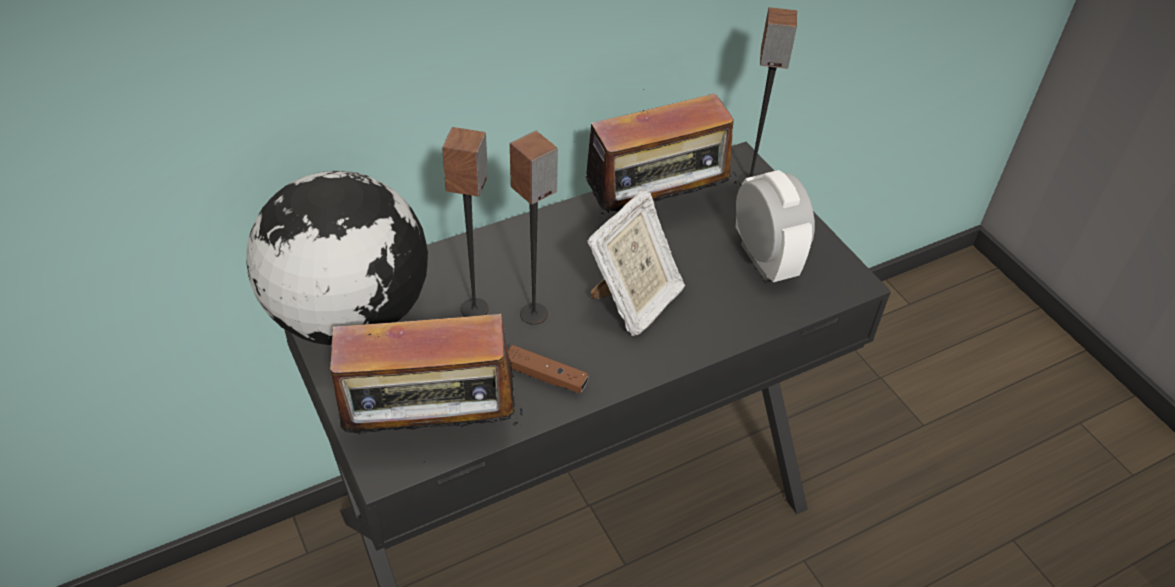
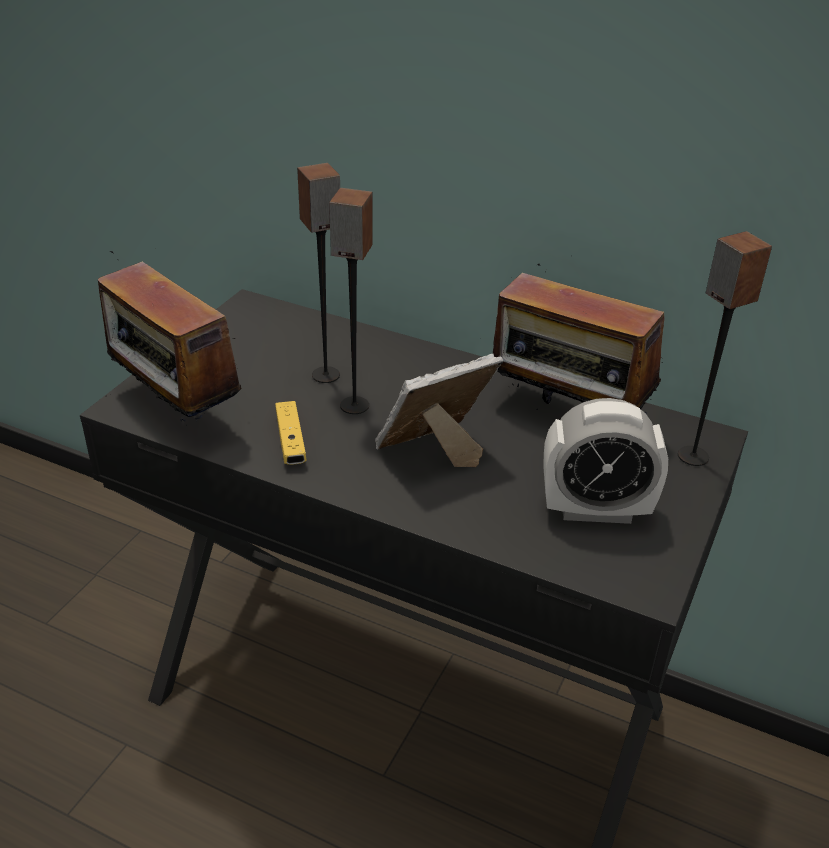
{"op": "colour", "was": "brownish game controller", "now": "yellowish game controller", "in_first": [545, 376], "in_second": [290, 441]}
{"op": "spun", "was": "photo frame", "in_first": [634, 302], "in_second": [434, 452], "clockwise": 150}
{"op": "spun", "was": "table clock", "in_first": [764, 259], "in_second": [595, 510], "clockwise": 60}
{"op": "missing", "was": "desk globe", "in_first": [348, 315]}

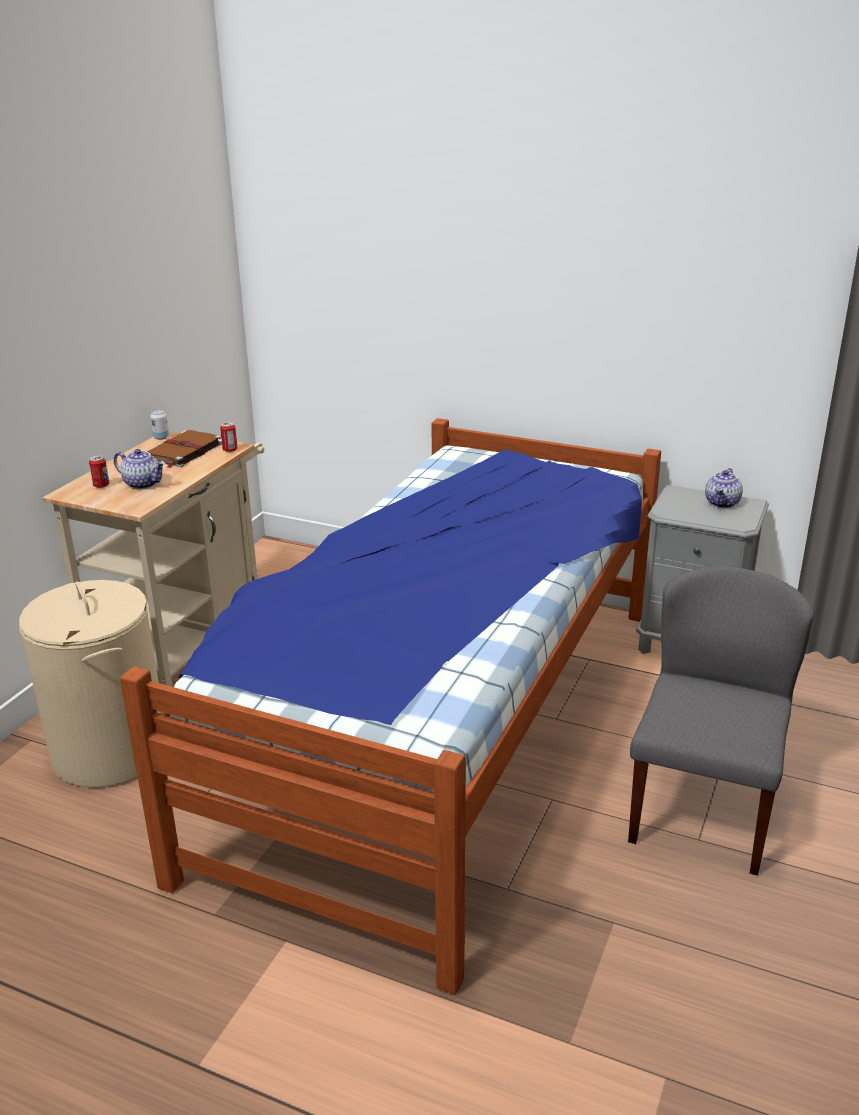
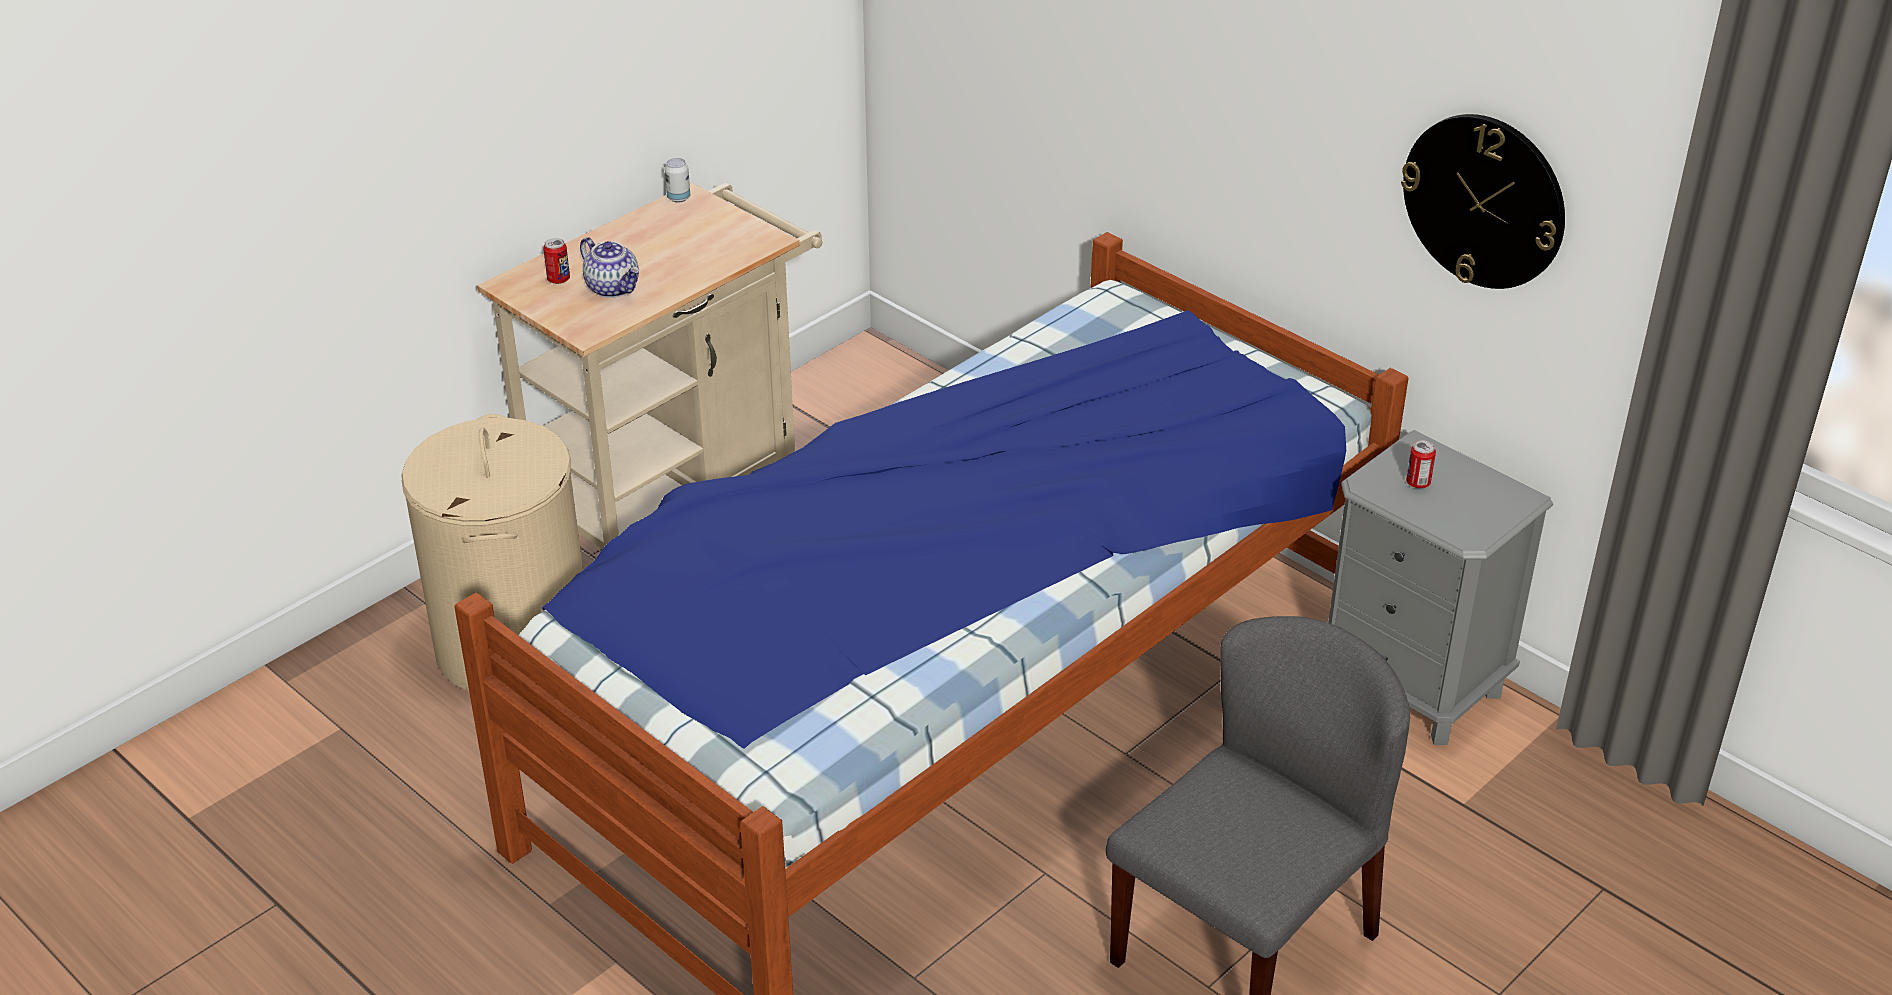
{"op": "appeared", "now": "wall clock", "in_second": [1484, 201]}
{"op": "relocated", "was": "sealed can", "in_first": [230, 450], "in_second": [1418, 483]}
{"op": "missing", "was": "brownish bound book", "in_first": [183, 452]}
{"op": "missing", "was": "tea pot", "in_first": [722, 503]}

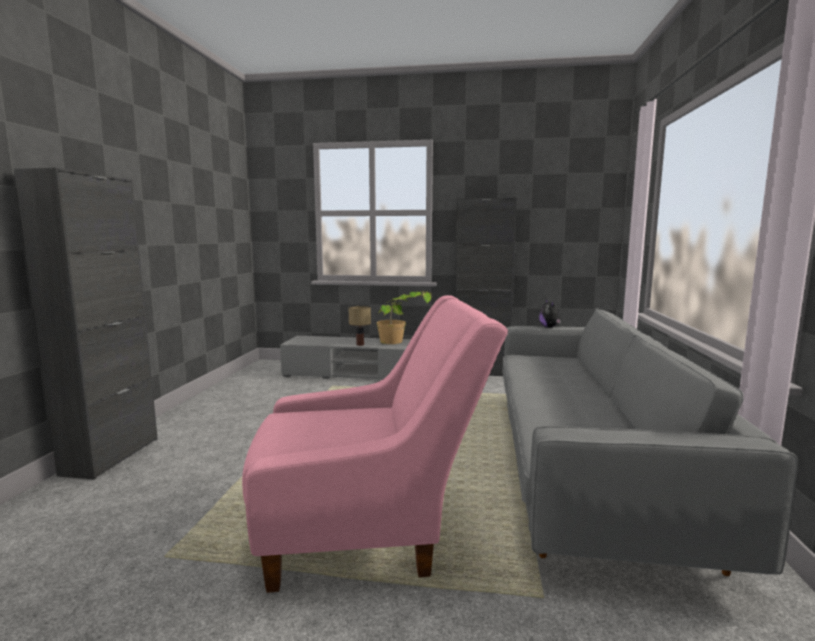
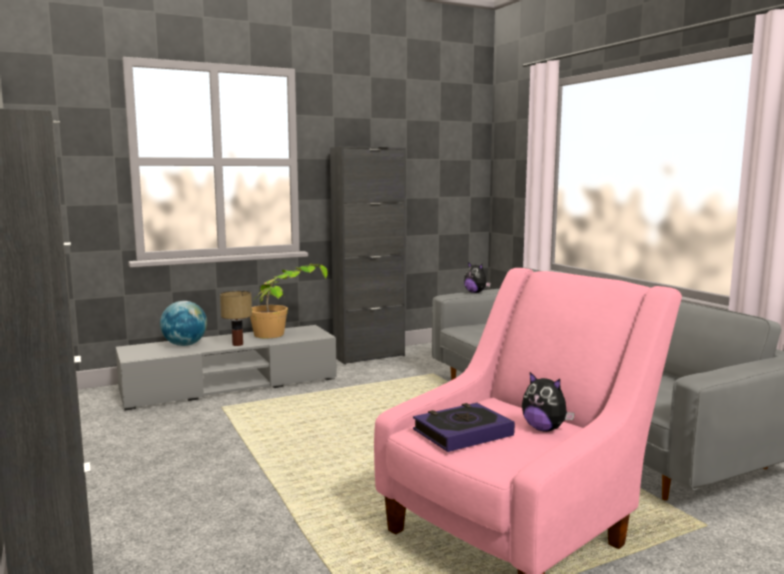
{"op": "appeared", "now": "desk globe", "in_second": [185, 345]}
{"op": "appeared", "now": "bound book", "in_second": [462, 433]}
{"op": "appeared", "now": "plush toy", "in_second": [544, 429]}

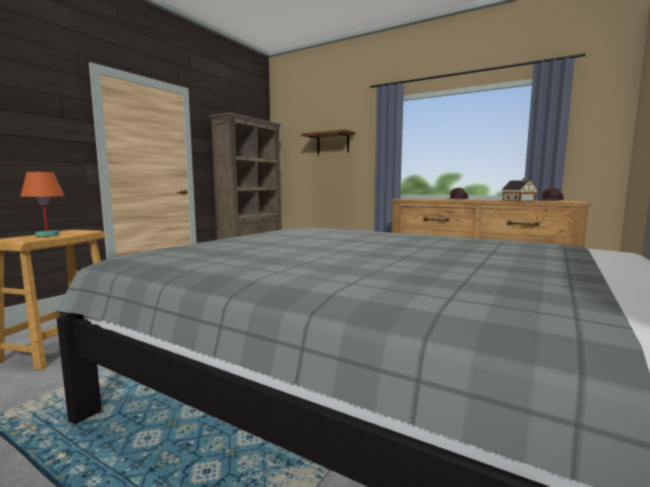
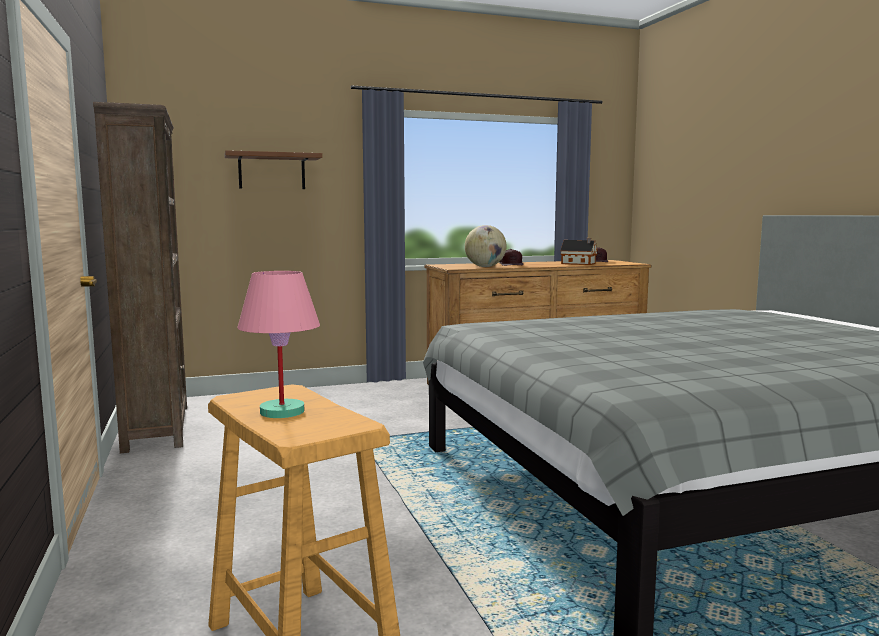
{"op": "colour", "was": "orange-coloured lamp for a table", "now": "pink lamp for a table", "in_first": [48, 235], "in_second": [282, 411]}
{"op": "appeared", "now": "desk globe", "in_second": [485, 267]}

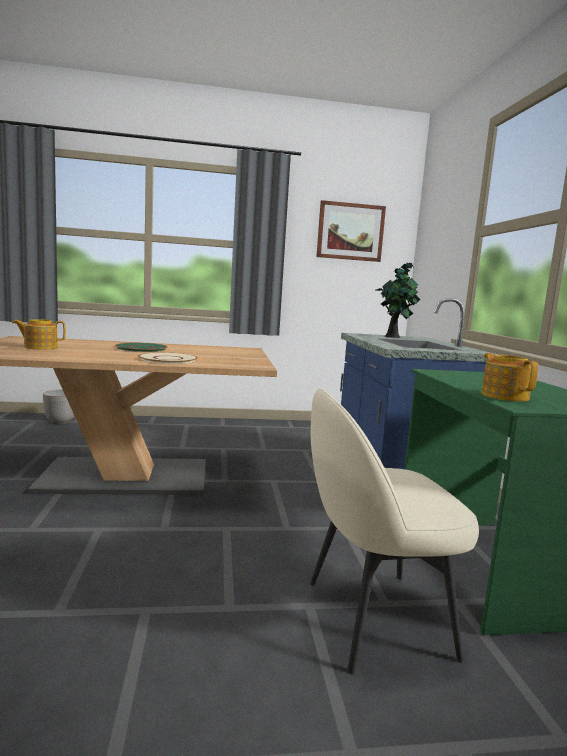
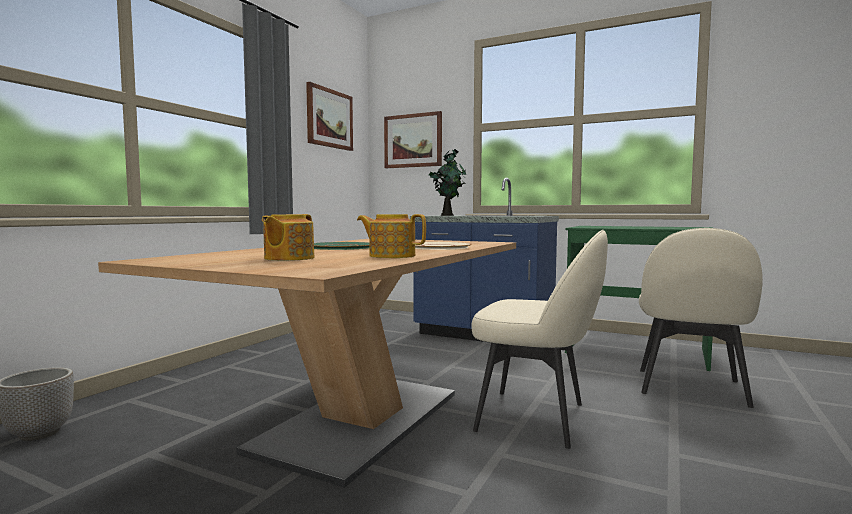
{"op": "relocated", "was": "tea pot", "in_first": [504, 396], "in_second": [391, 256]}
{"op": "appeared", "now": "picture", "in_second": [413, 141]}
{"op": "appeared", "now": "beige-coloured plain chair", "in_second": [535, 418]}

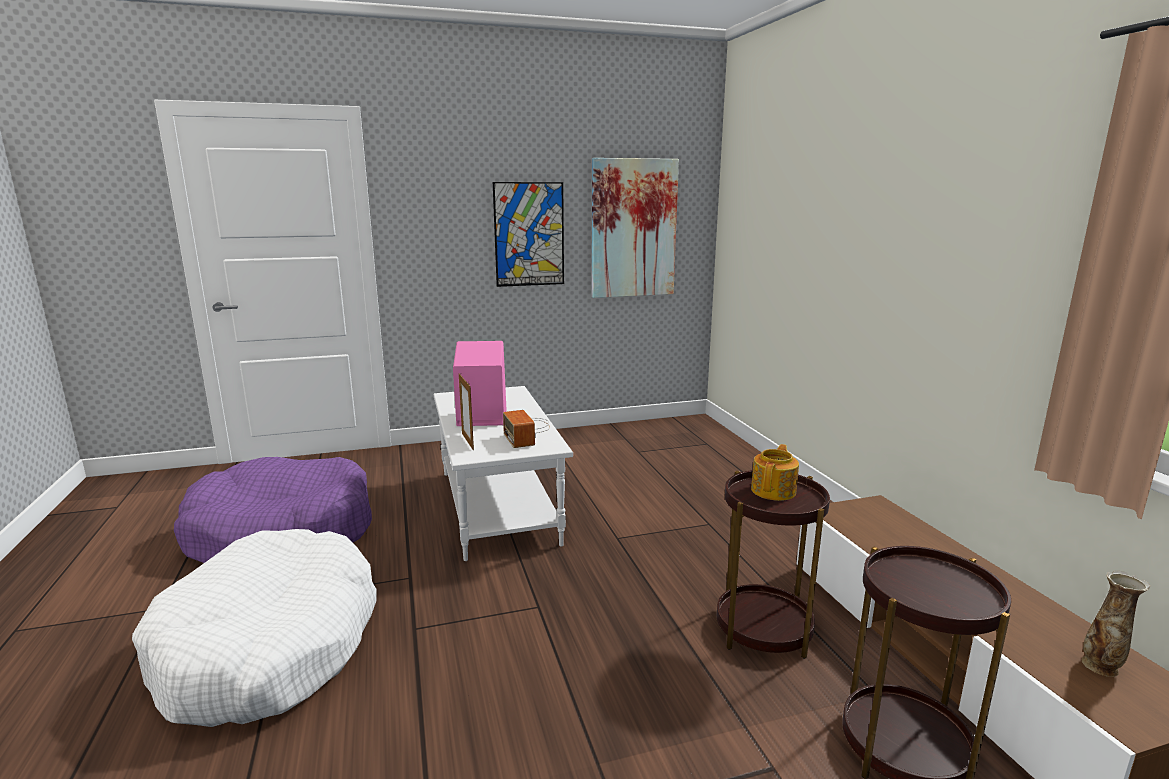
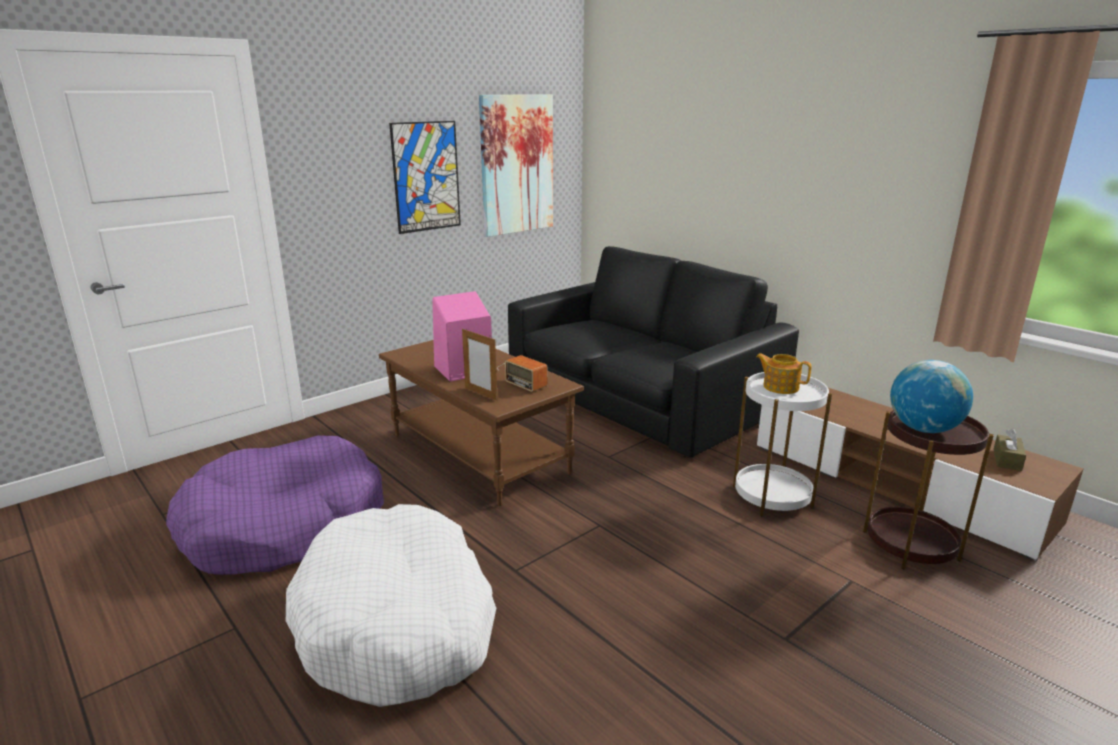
{"op": "colour", "was": "white lounge table", "now": "brownish lounge table", "in_first": [499, 506], "in_second": [480, 453]}
{"op": "appeared", "now": "blackish settee", "in_second": [639, 396]}
{"op": "colour", "was": "brownish accent table", "now": "white accent table", "in_first": [763, 629], "in_second": [772, 496]}
{"op": "spun", "was": "tea pot", "in_first": [774, 490], "in_second": [780, 387], "clockwise": -60}
{"op": "appeared", "now": "desk globe", "in_second": [923, 429]}
{"op": "exchanged", "was": "vase", "now": "brownish tissue box", "in_first": [1101, 667], "in_second": [1007, 460]}

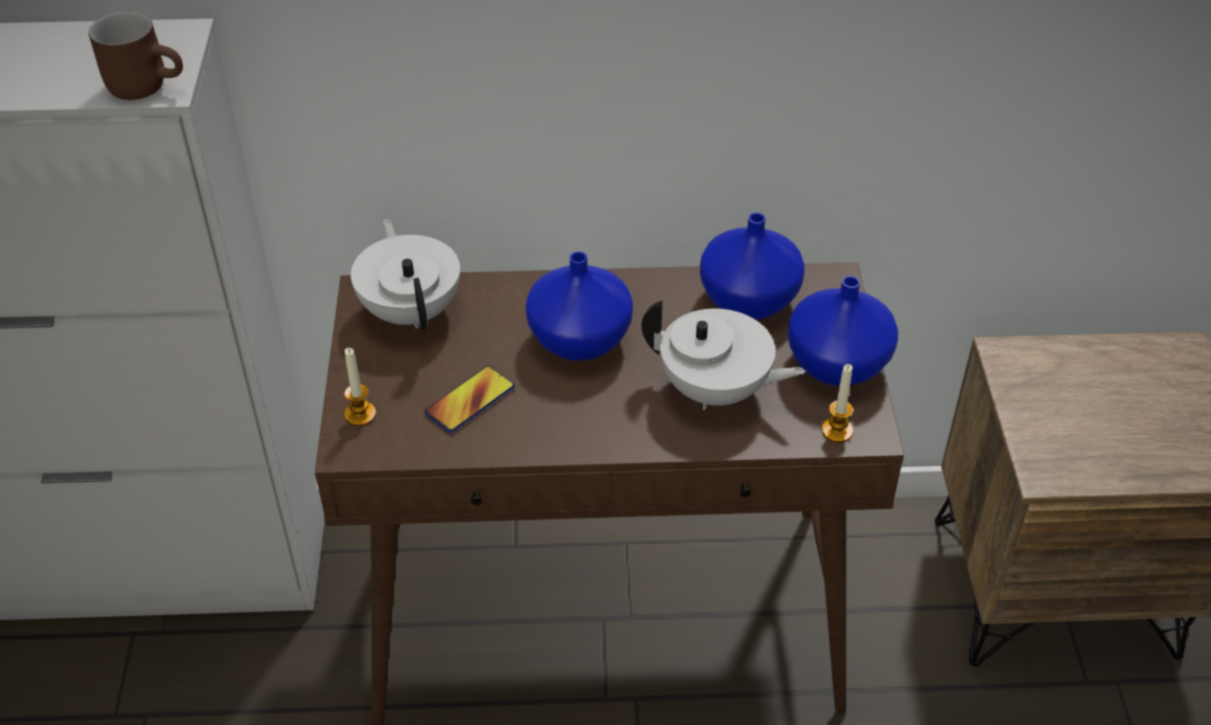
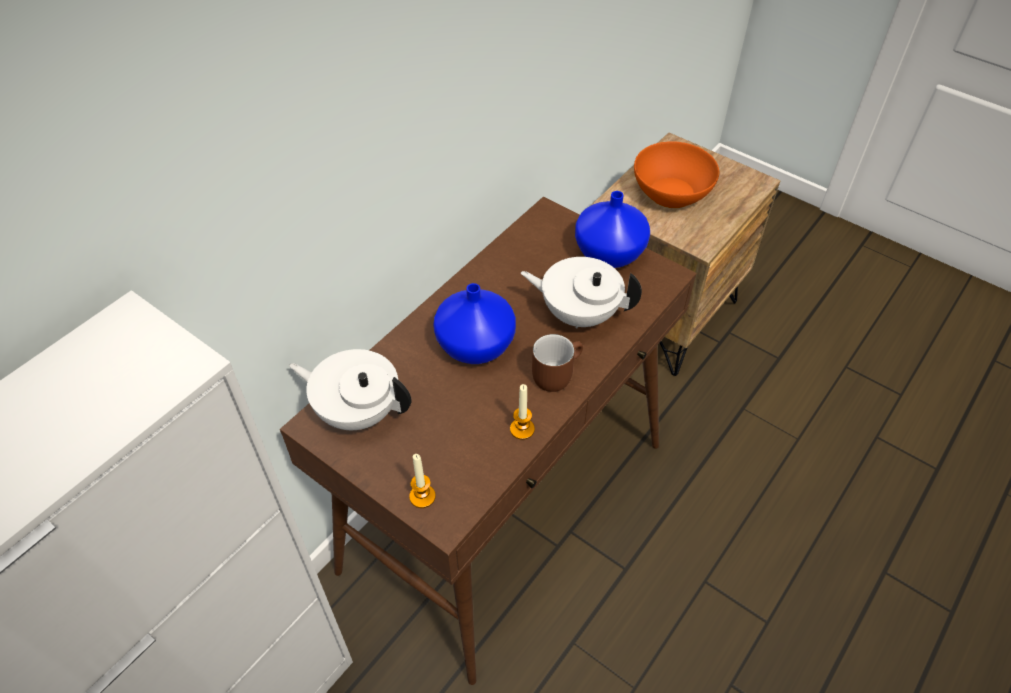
{"op": "relocated", "was": "wax light", "in_first": [837, 431], "in_second": [522, 429]}
{"op": "spun", "was": "white tea pot", "in_first": [716, 391], "in_second": [579, 313], "clockwise": -135}
{"op": "relocated", "was": "brownish mug", "in_first": [147, 84], "in_second": [555, 373]}
{"op": "appeared", "now": "orange-coloured serving bowl", "in_second": [672, 193]}
{"op": "missing", "was": "handset", "in_first": [470, 400]}
{"op": "missing", "was": "blue vase", "in_first": [746, 300]}

